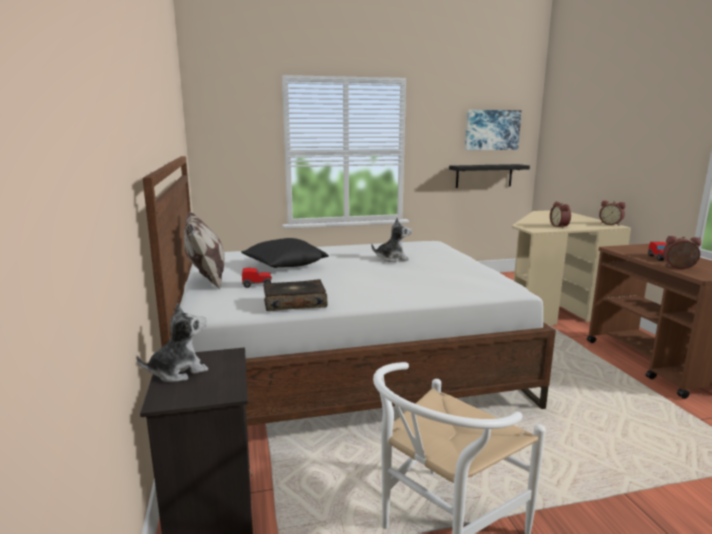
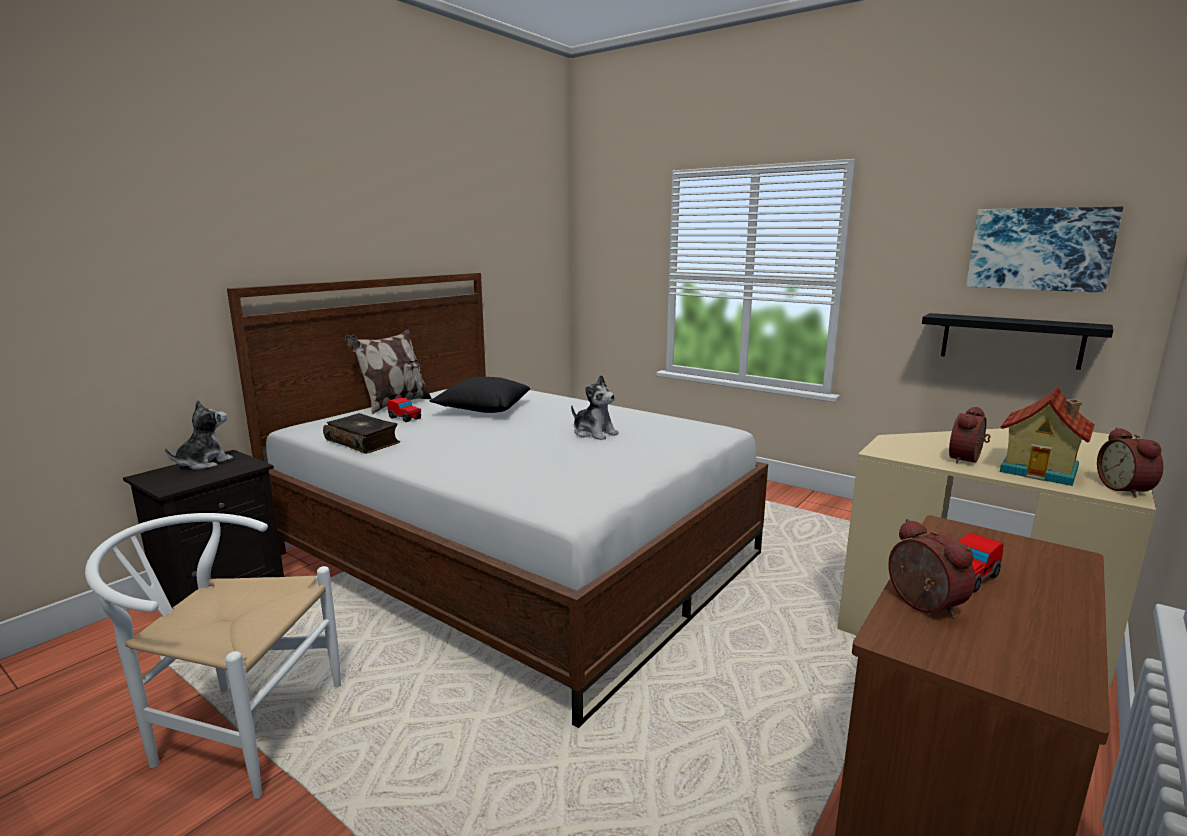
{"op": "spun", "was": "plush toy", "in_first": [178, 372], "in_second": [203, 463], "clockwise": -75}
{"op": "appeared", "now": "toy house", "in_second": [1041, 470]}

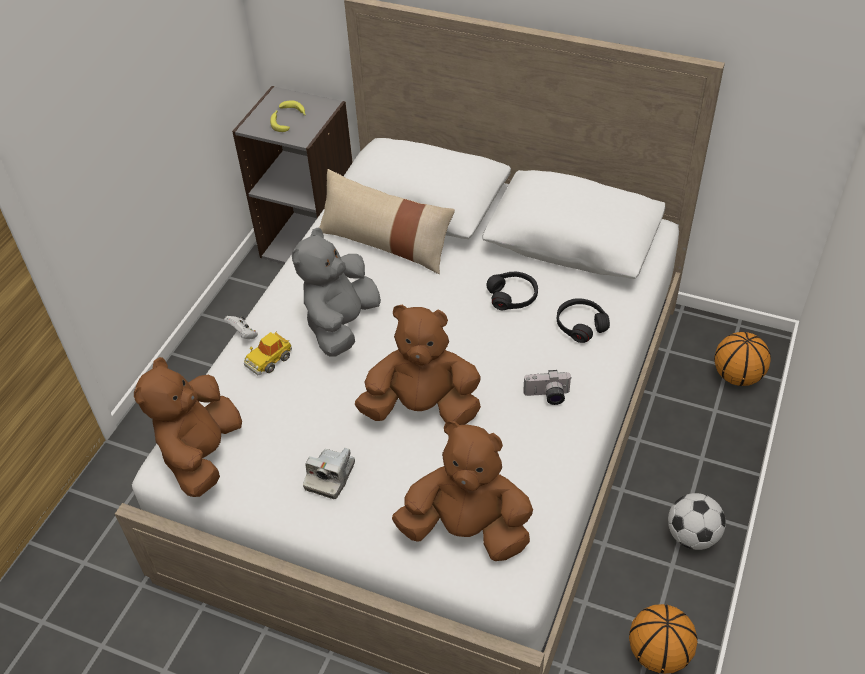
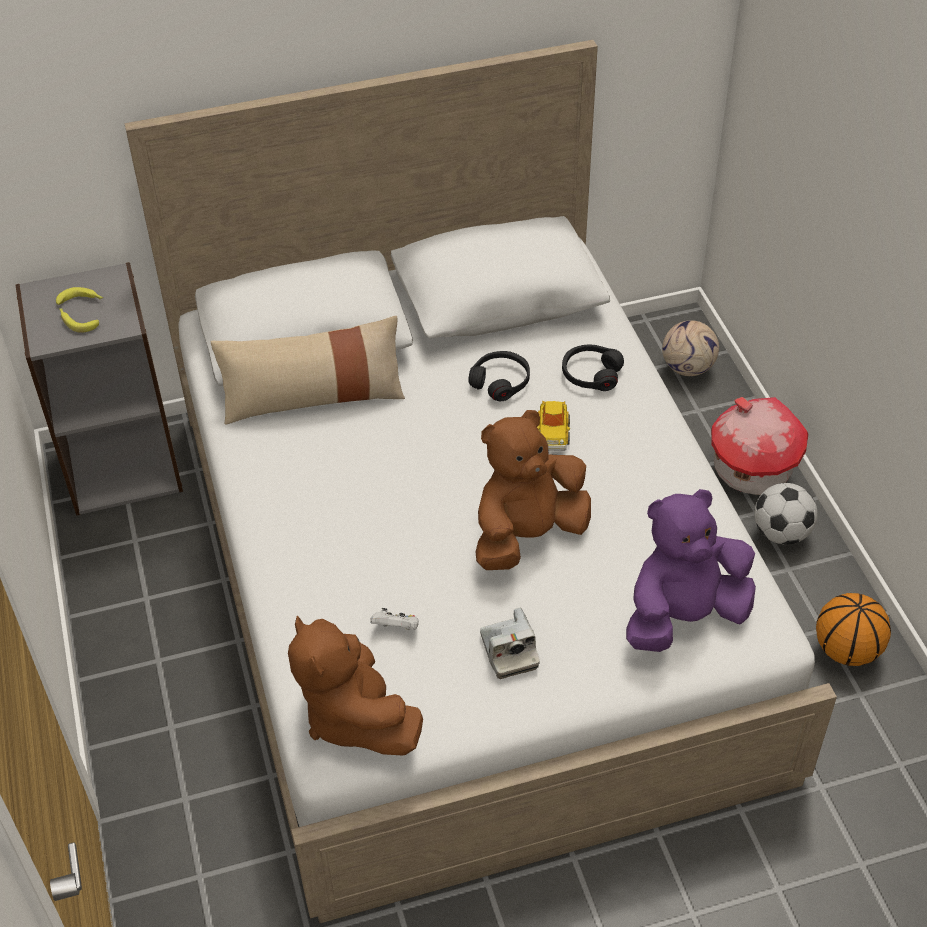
{"op": "relocated", "was": "white game controller", "in_first": [243, 334], "in_second": [396, 628]}
{"op": "relocated", "was": "model car", "in_first": [269, 359], "in_second": [552, 434]}
{"op": "colour", "was": "brownish plush toy", "now": "purple-coloured plush toy", "in_first": [467, 529], "in_second": [683, 616]}
{"op": "exchanged", "was": "basketball", "now": "football ball", "in_first": [738, 376], "in_second": [688, 367]}
{"op": "appeared", "now": "toy house", "in_second": [750, 469]}
{"op": "missing", "was": "grey plush toy", "in_first": [341, 325]}
{"op": "missing", "was": "still camera", "in_first": [547, 396]}

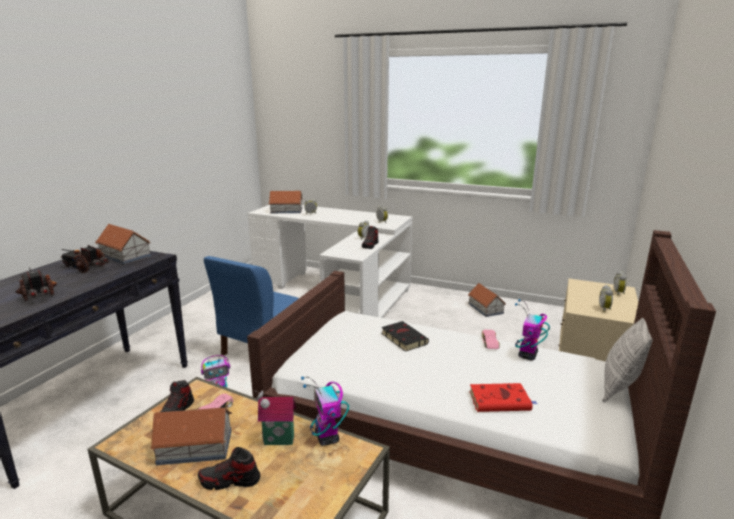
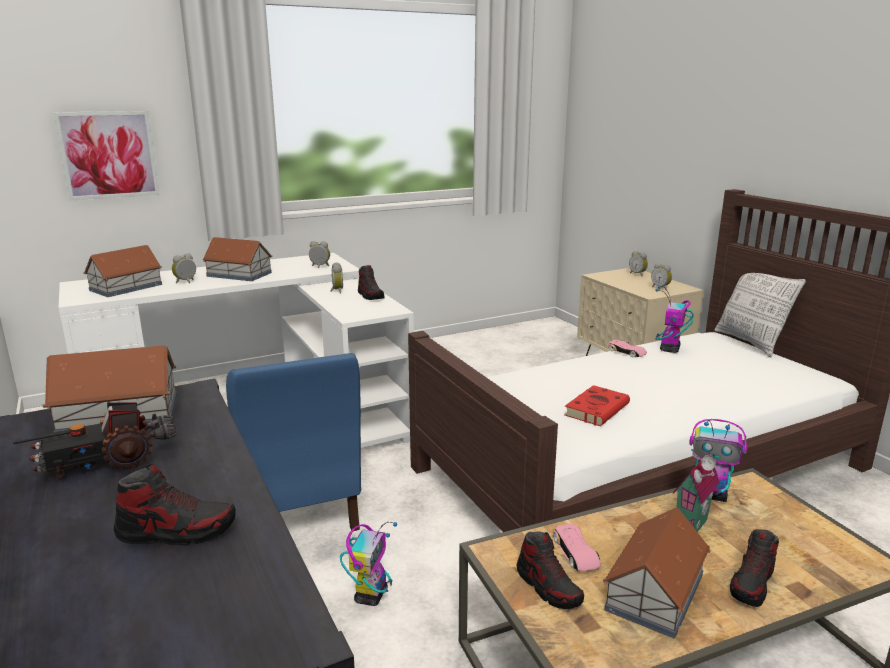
{"op": "appeared", "now": "picture", "in_second": [108, 155]}
{"op": "exchanged", "was": "toy lorry", "now": "item of footwear", "in_first": [38, 294], "in_second": [177, 531]}
{"op": "relocated", "was": "toy house", "in_first": [485, 308], "in_second": [239, 274]}
{"op": "relocated", "was": "red bound book", "in_first": [501, 401], "in_second": [597, 409]}
{"op": "spun", "was": "robot figure", "in_first": [527, 355], "in_second": [669, 349], "clockwise": 45}
{"op": "missing", "was": "blackish bound book", "in_first": [403, 338]}

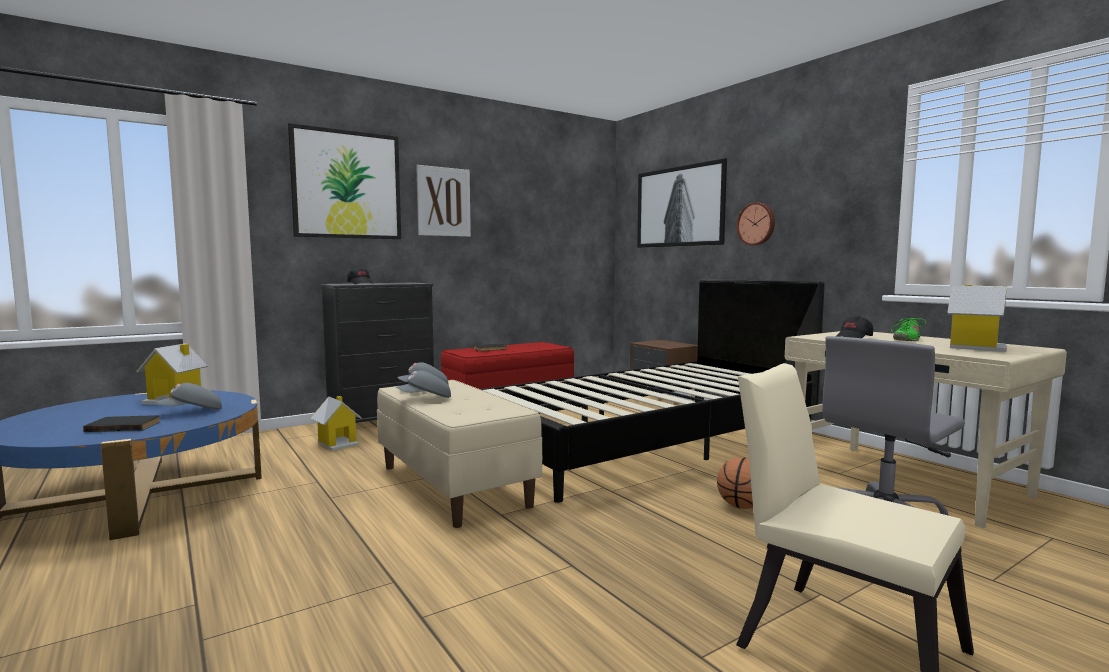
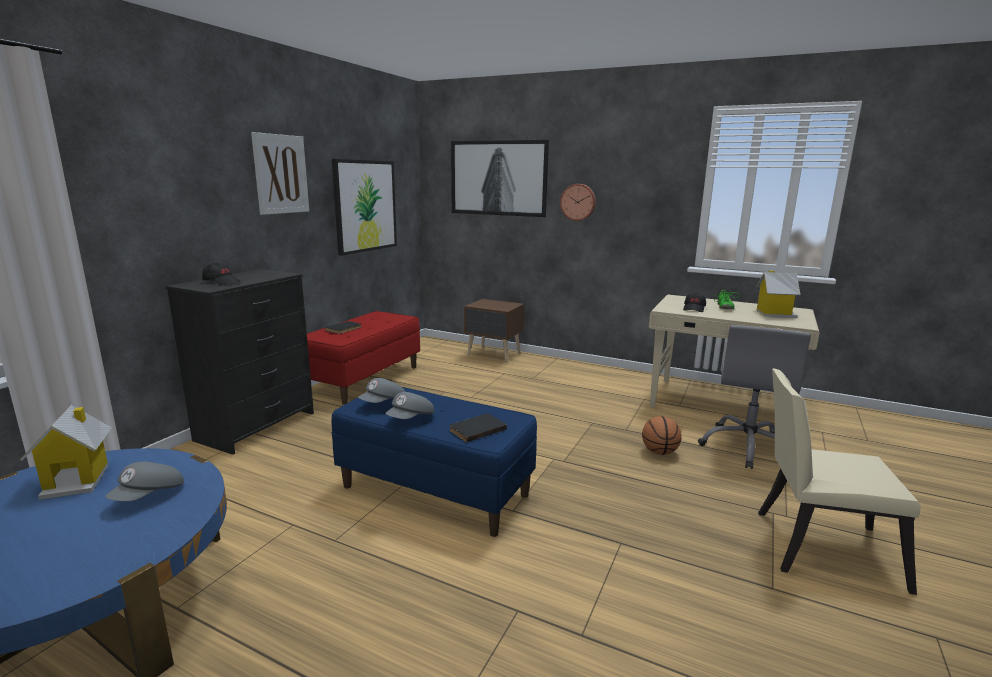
{"op": "colour", "was": "beige-coloured indoor bench", "now": "blue indoor bench", "in_first": [454, 485], "in_second": [436, 490]}
{"op": "relocated", "was": "picture", "in_first": [347, 185], "in_second": [365, 206]}
{"op": "relocated", "was": "blackish bound book", "in_first": [125, 426], "in_second": [476, 429]}
{"op": "missing", "was": "toy house", "in_first": [338, 443]}
{"op": "missing", "was": "blackish bed", "in_first": [648, 442]}

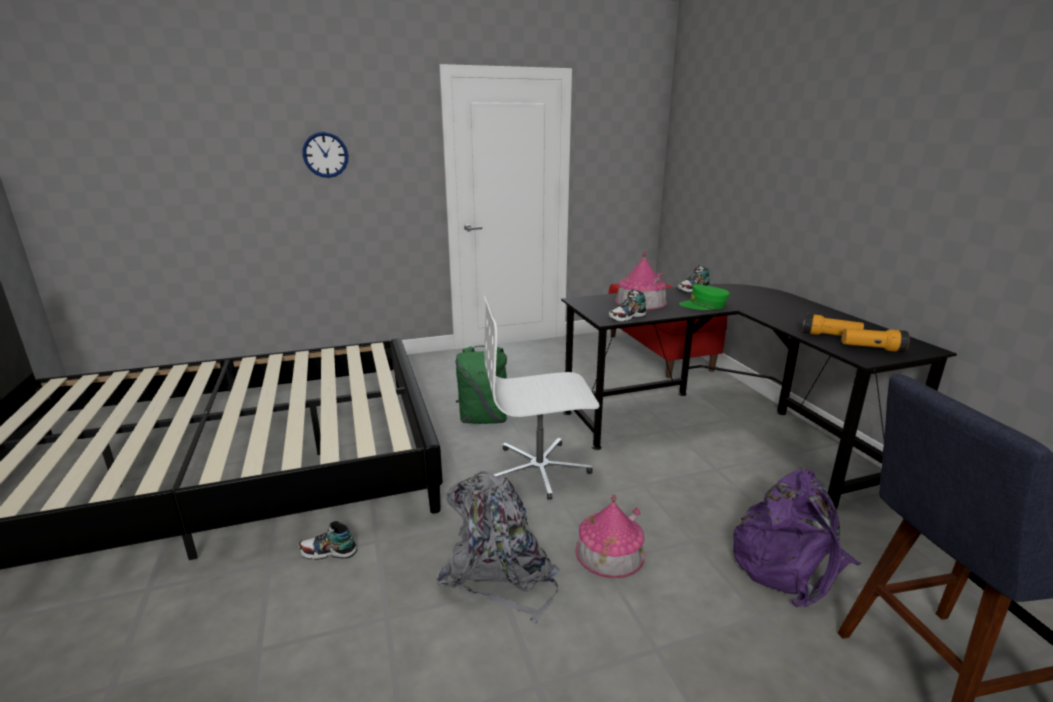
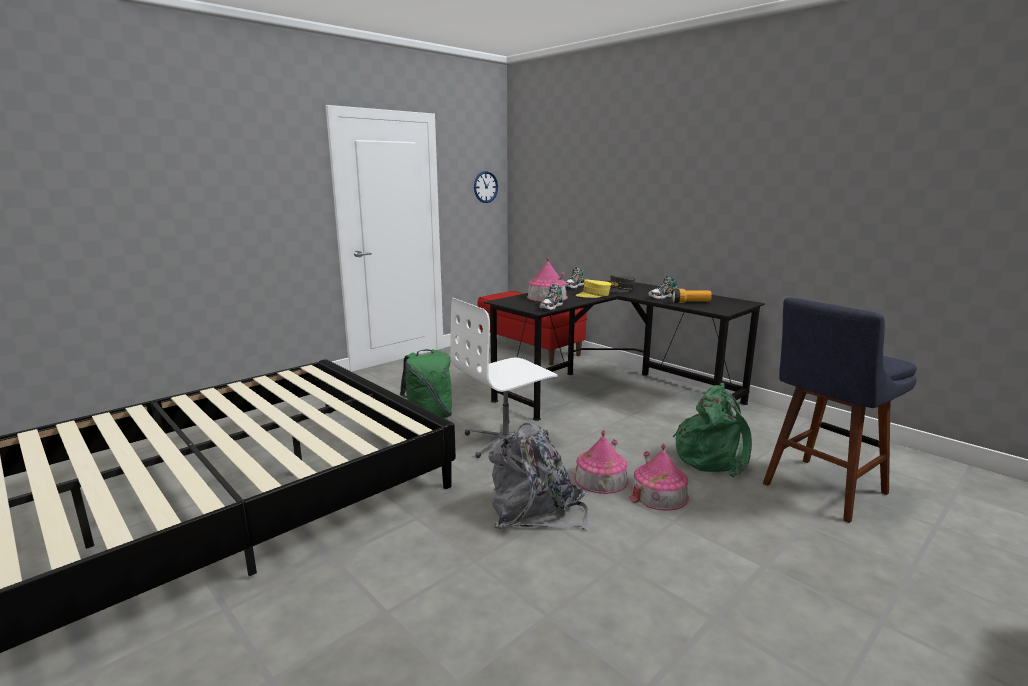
{"op": "relocated", "was": "wall clock", "in_first": [325, 155], "in_second": [485, 187]}
{"op": "colour", "was": "green cap", "now": "yellowish cap", "in_first": [704, 306], "in_second": [593, 295]}
{"op": "appeared", "now": "grey cap", "in_second": [619, 290]}
{"op": "appeared", "now": "toy house", "in_second": [659, 494]}
{"op": "relocated", "was": "item of footwear", "in_first": [328, 552], "in_second": [662, 297]}
{"op": "colour", "was": "purple-coloured backpack", "now": "green backpack", "in_first": [789, 564], "in_second": [713, 457]}
{"op": "missing", "was": "torch", "in_first": [872, 348]}

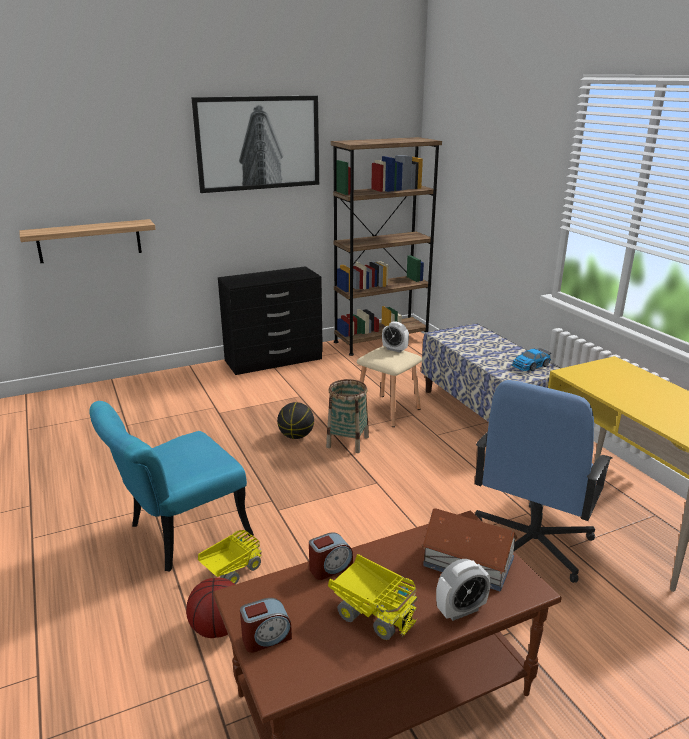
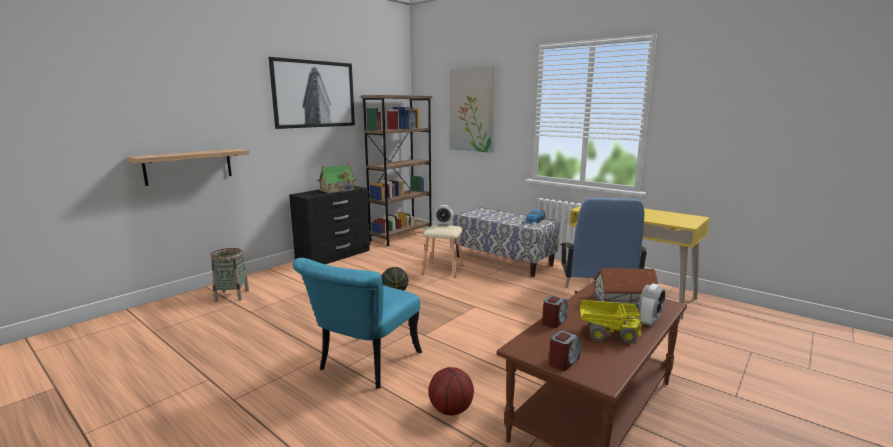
{"op": "relocated", "was": "household basket", "in_first": [347, 442], "in_second": [231, 296]}
{"op": "appeared", "now": "toy house", "in_second": [337, 190]}
{"op": "appeared", "now": "picture", "in_second": [472, 110]}
{"op": "missing", "was": "toy lorry", "in_first": [231, 571]}

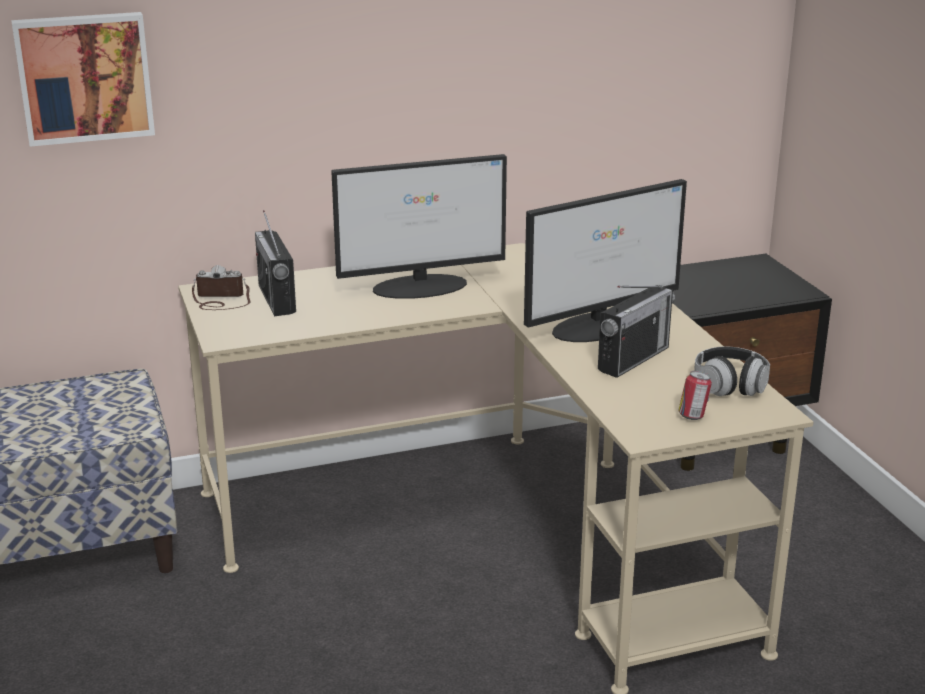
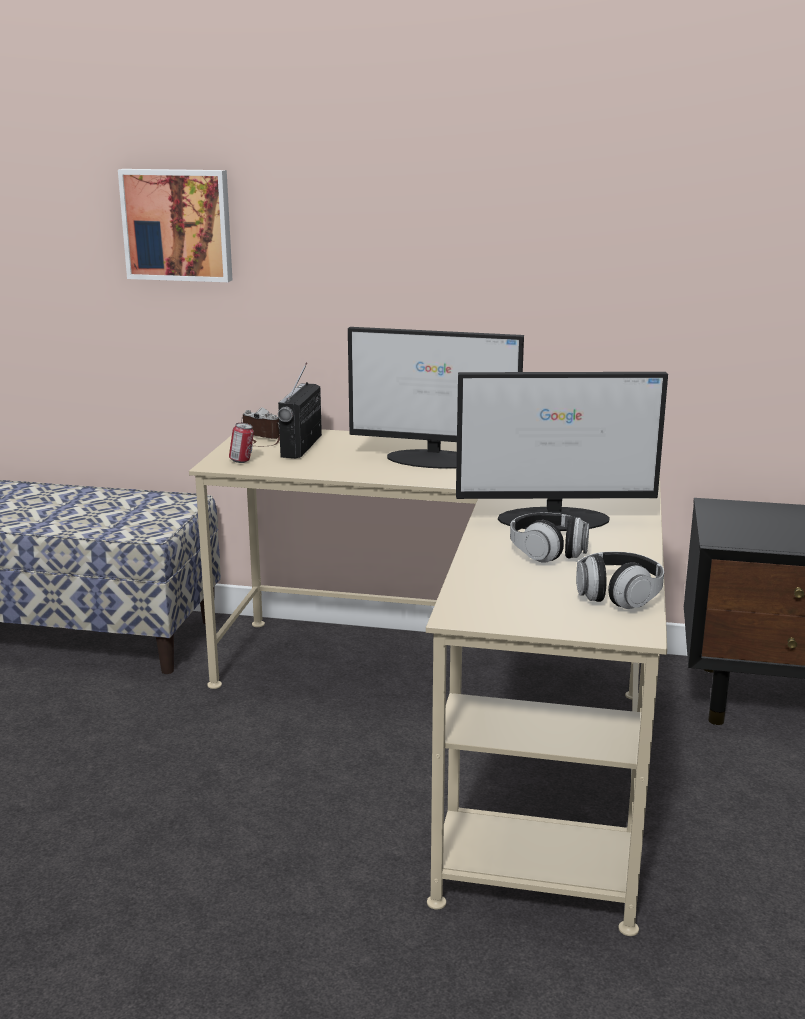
{"op": "relocated", "was": "sealed can", "in_first": [693, 416], "in_second": [242, 461]}
{"op": "exchanged", "was": "radio", "now": "headset", "in_first": [633, 359], "in_second": [548, 552]}

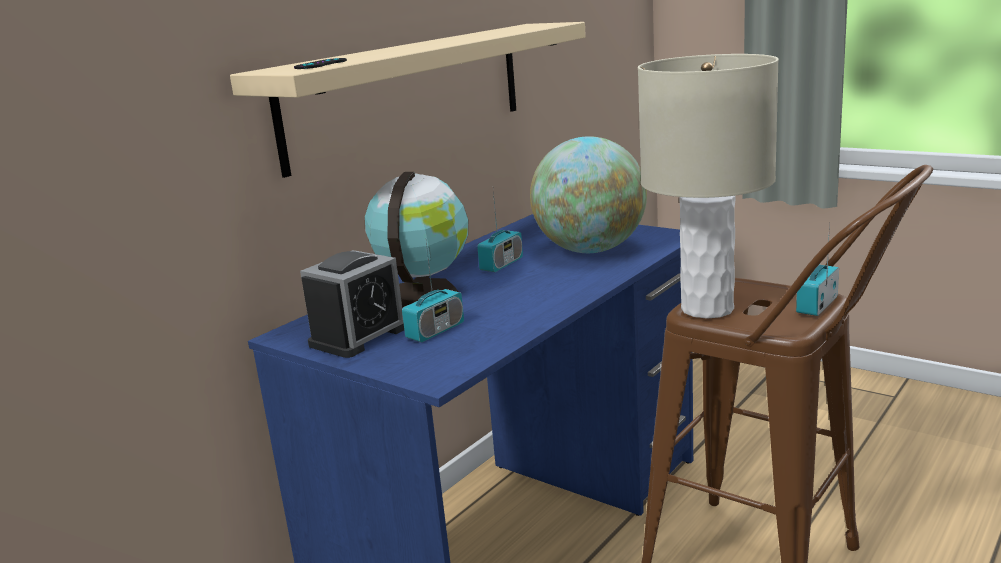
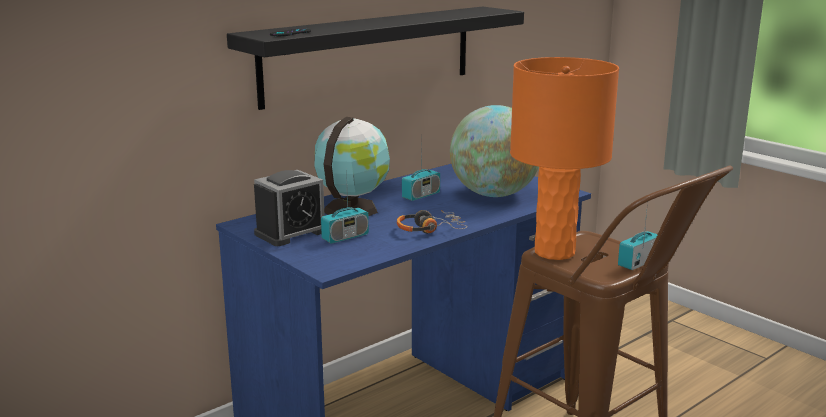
{"op": "colour", "was": "beige-coloured bracket shelf", "now": "blackish bracket shelf", "in_first": [409, 92], "in_second": [369, 54]}
{"op": "appeared", "now": "headset", "in_second": [430, 229]}
{"op": "colour", "was": "beige-coloured lamp for a table", "now": "orange-coloured lamp for a table", "in_first": [707, 308], "in_second": [554, 252]}

